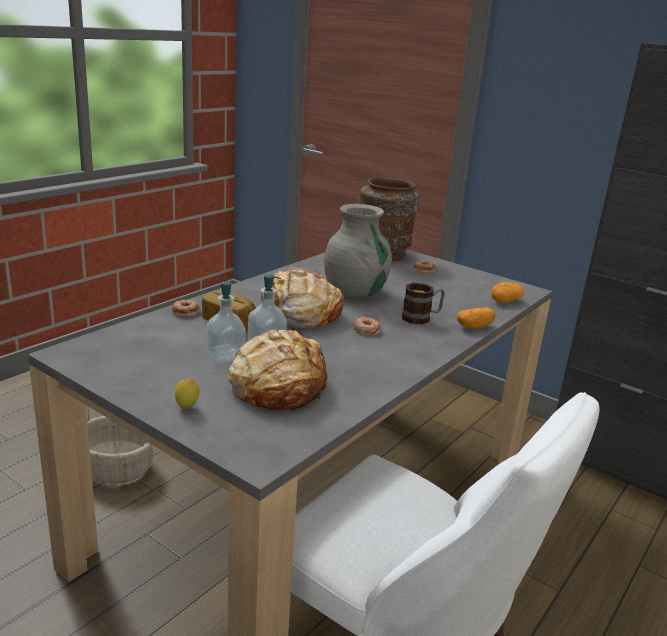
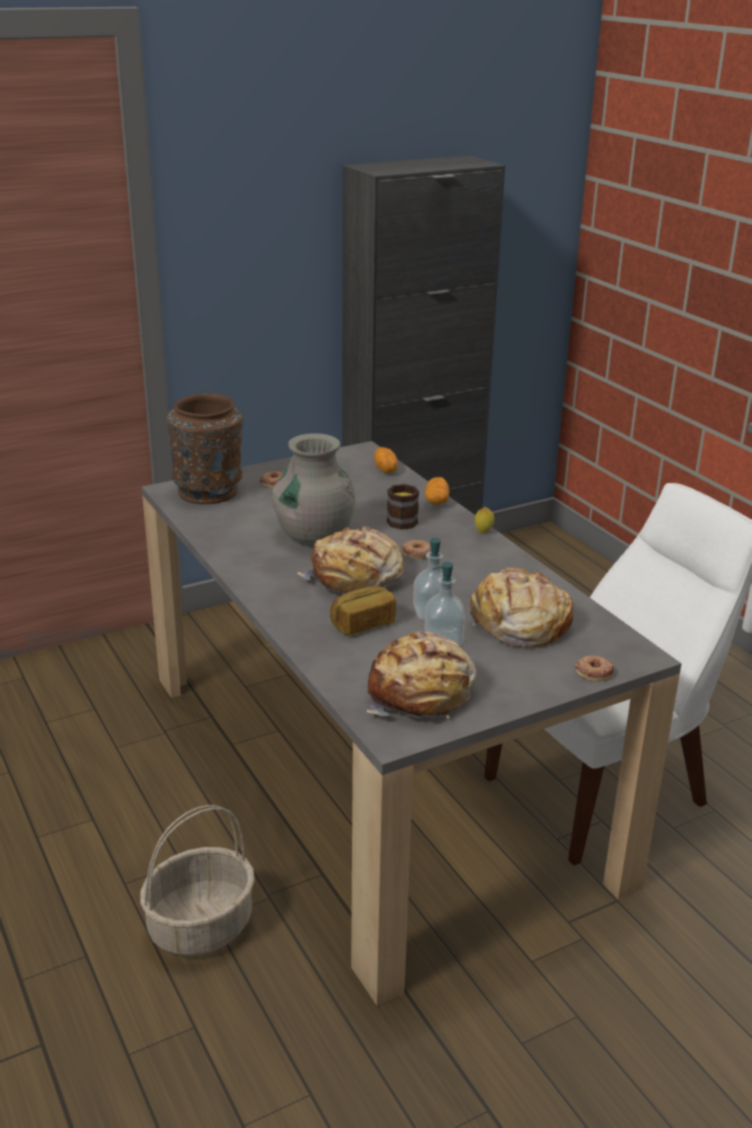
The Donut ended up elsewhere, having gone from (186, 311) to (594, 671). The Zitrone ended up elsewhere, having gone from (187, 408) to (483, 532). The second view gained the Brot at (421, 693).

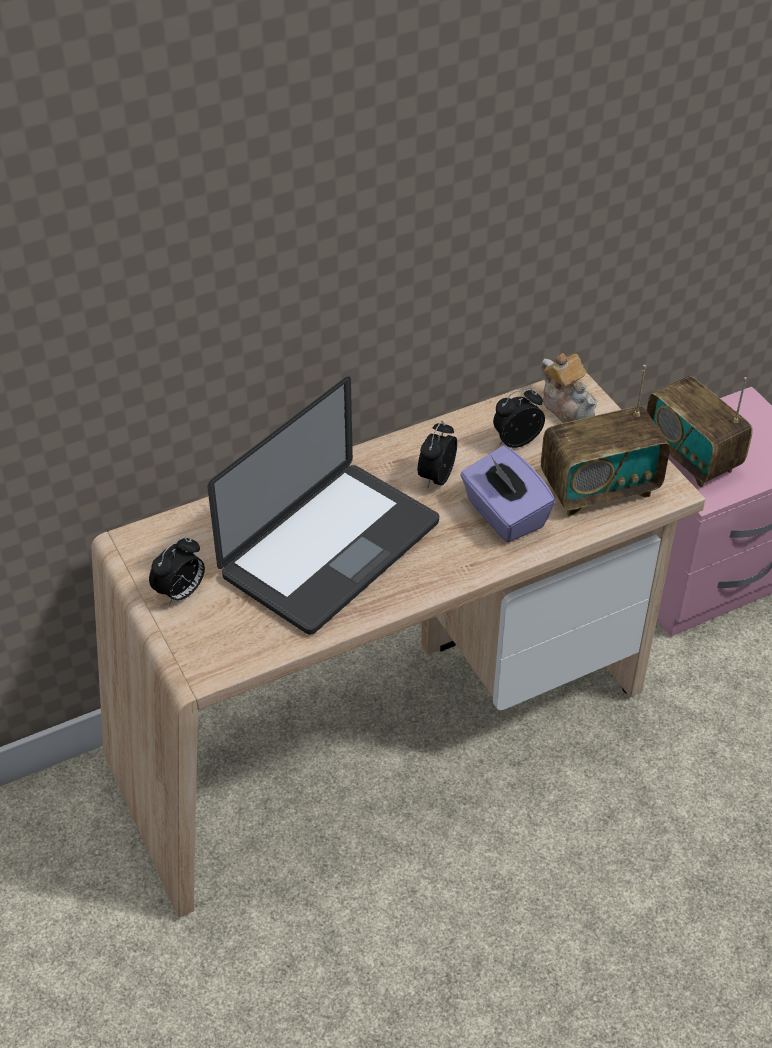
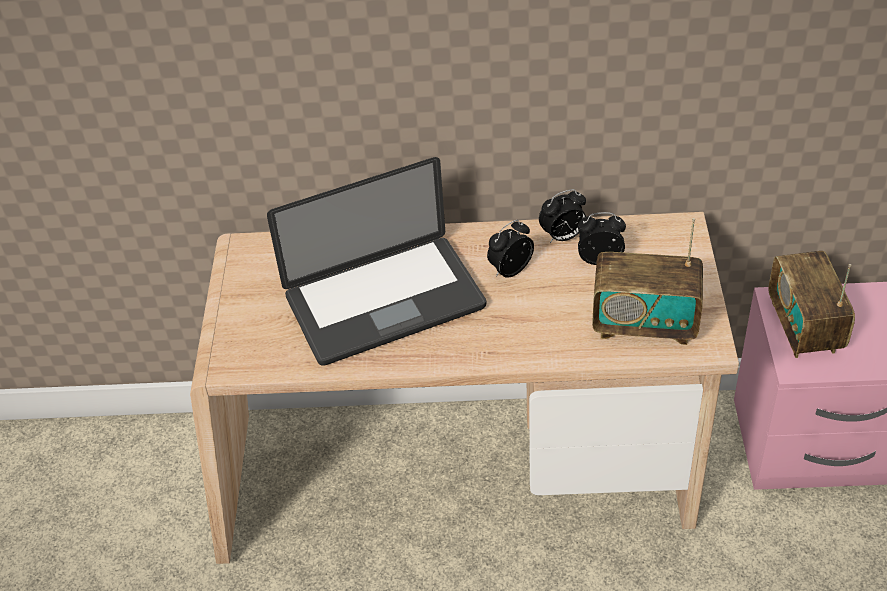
The second view lost the Teekanne at (568, 407). The second view lost the Taschentuchbox (lila) at (504, 515). The Wecker ended up elsewhere, having gone from (180, 593) to (562, 237).

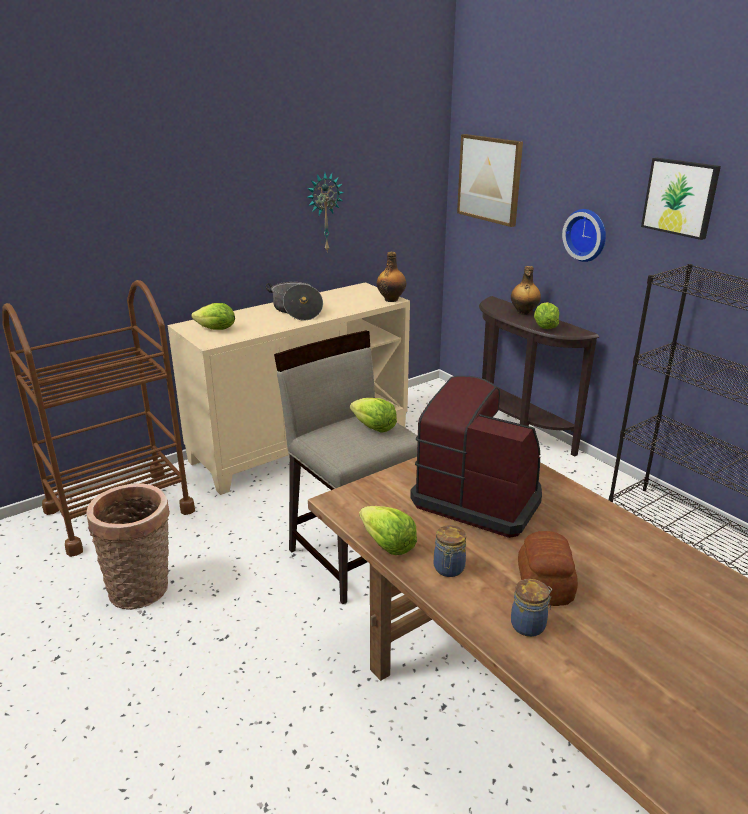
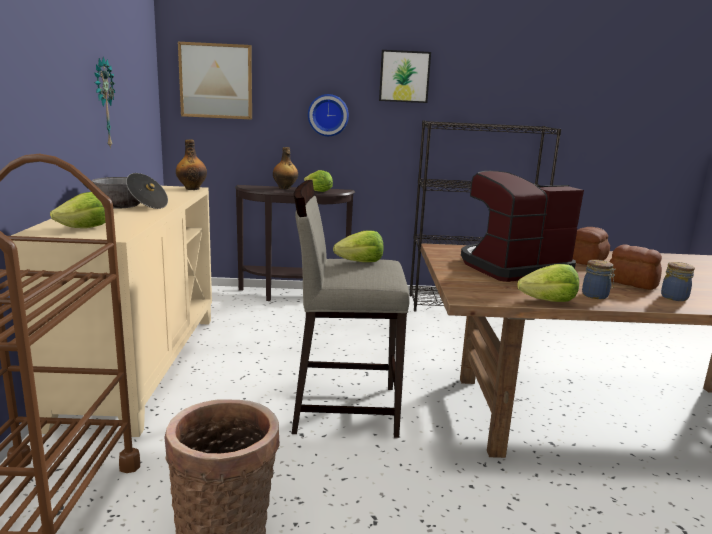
The second view gained the Brot at (584, 260).

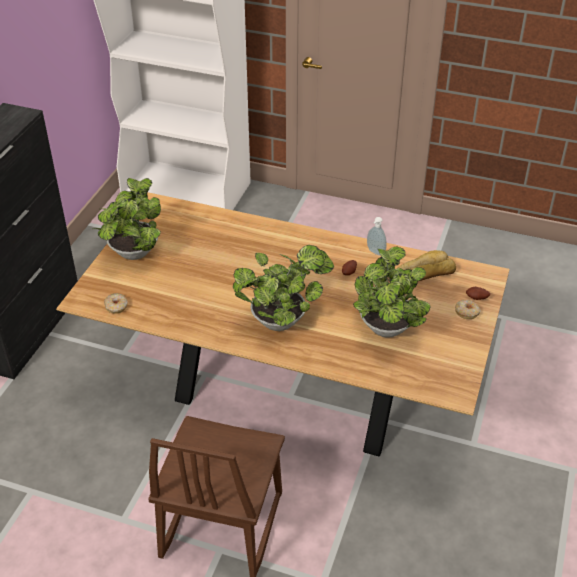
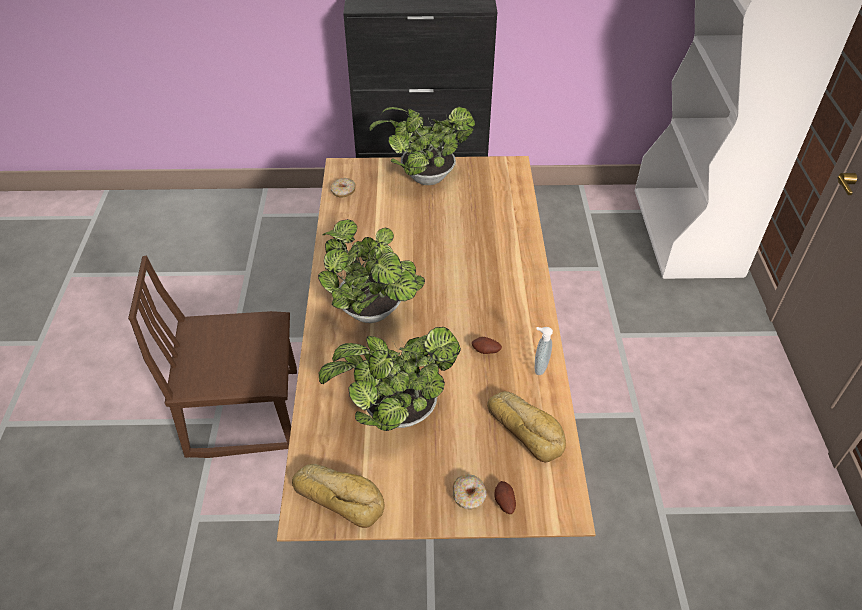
The second view gained the Brot at (339, 496).

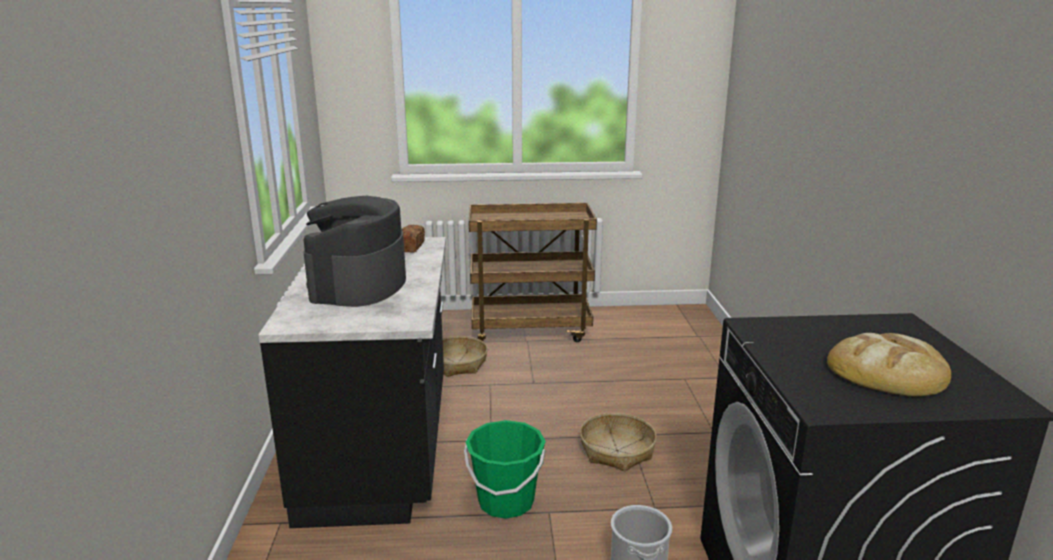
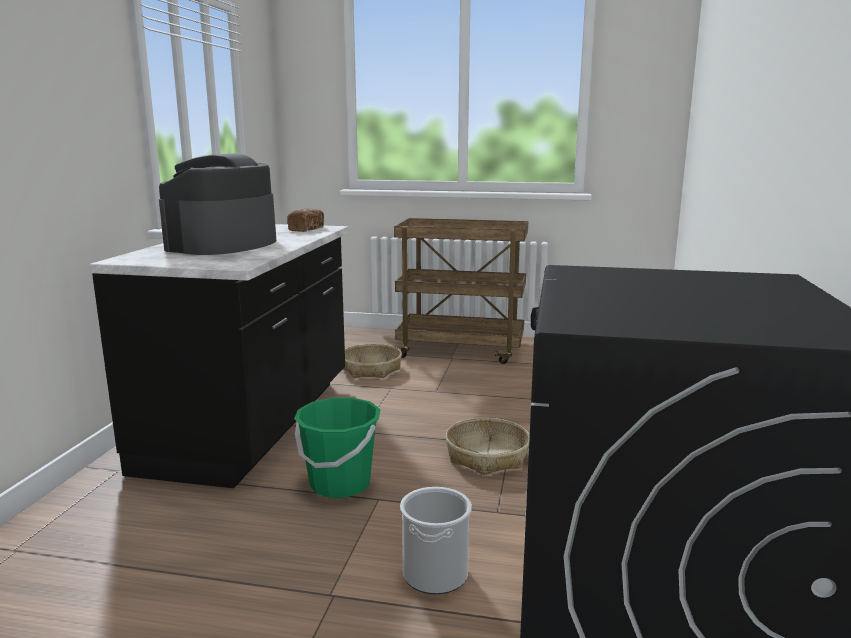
The second view lost the Brot at (887, 372).

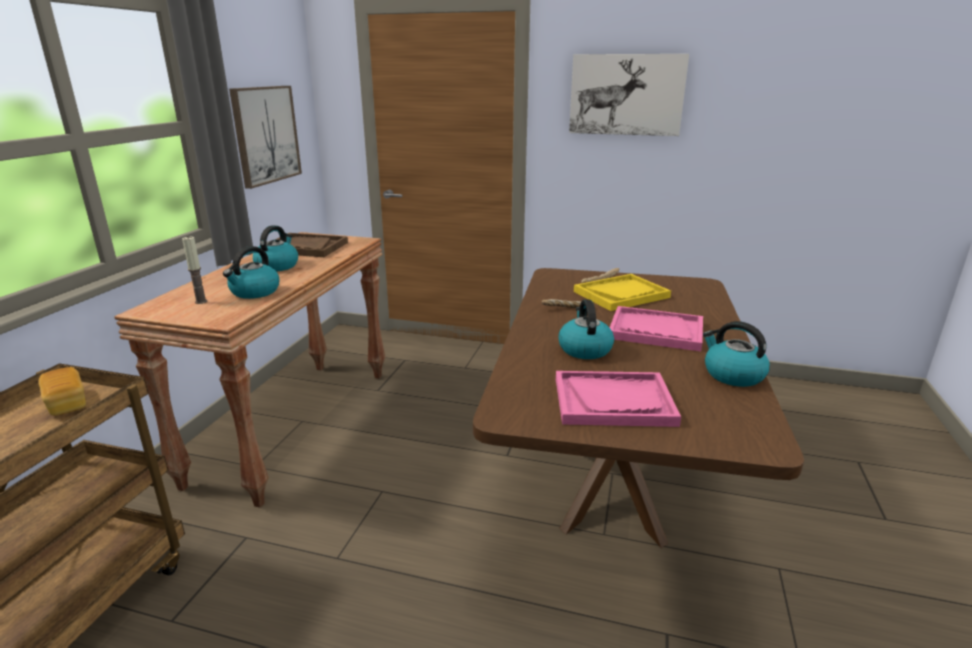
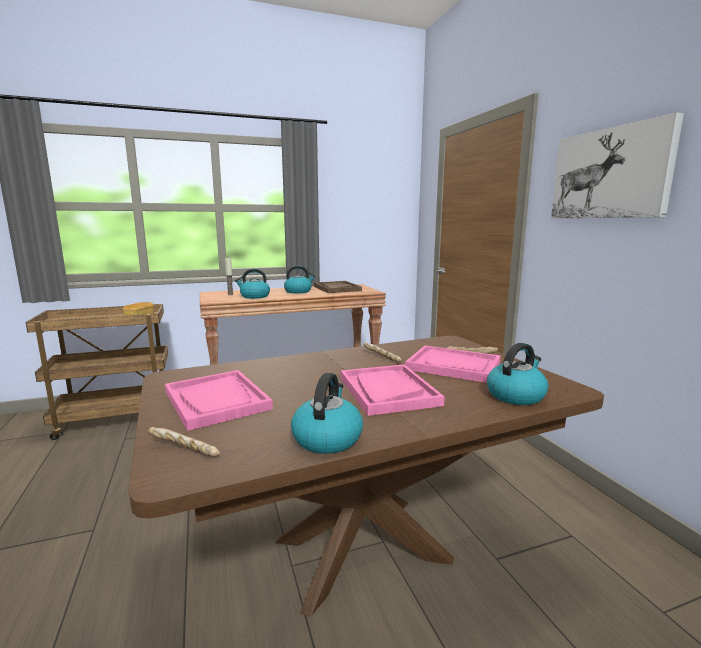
The second view lost the Bild at (266, 135). What was the Tablett (gelb) at (621, 294) turned into the Tablett (rosa) at (453, 366). The Wasserkessel ended up elsewhere, having gone from (584, 349) to (516, 395). The second view gained the Brot at (183, 450).

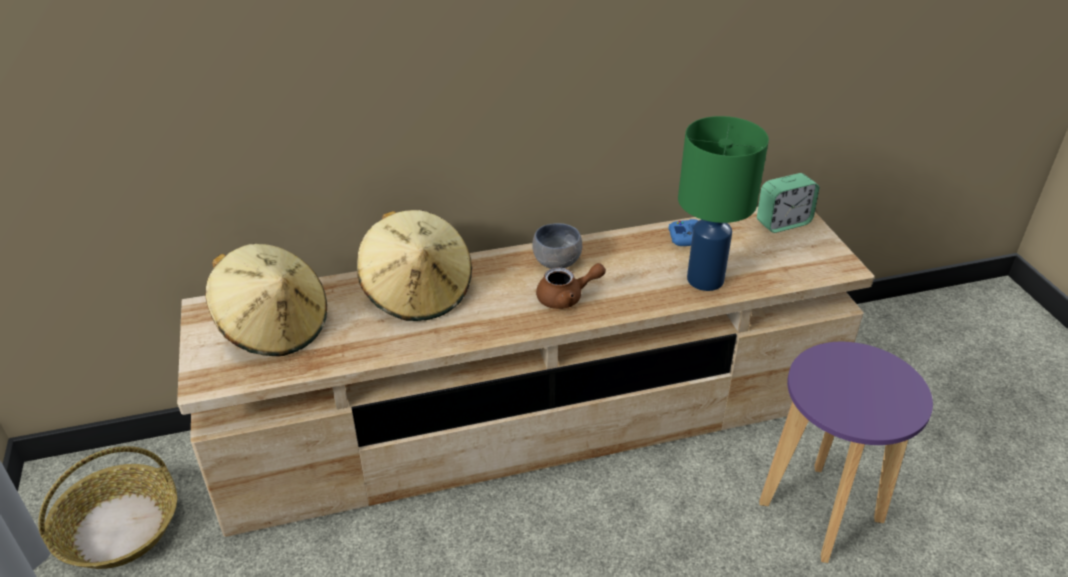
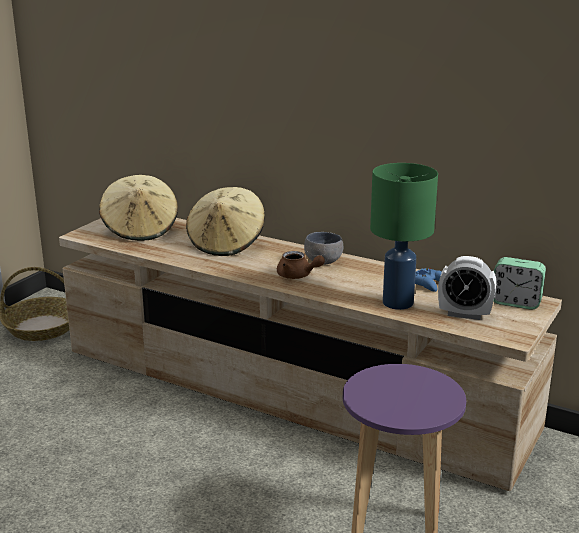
The second view gained the Wecker at (464, 314).

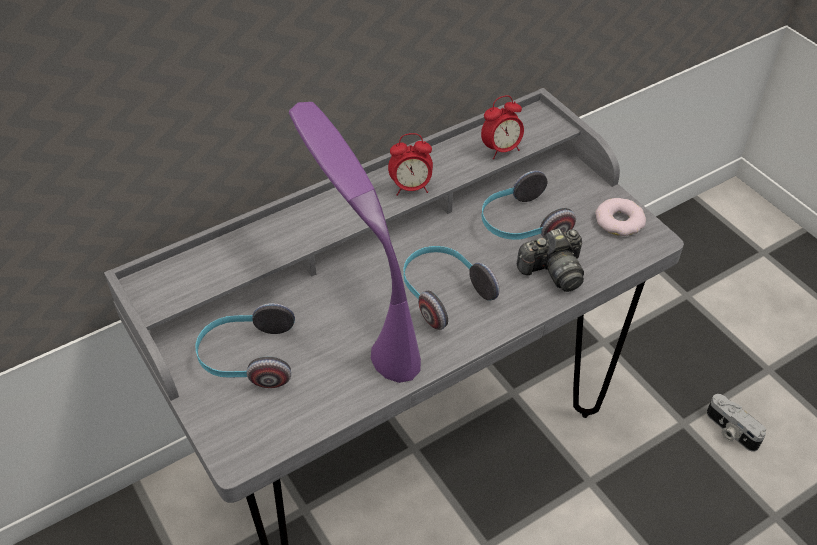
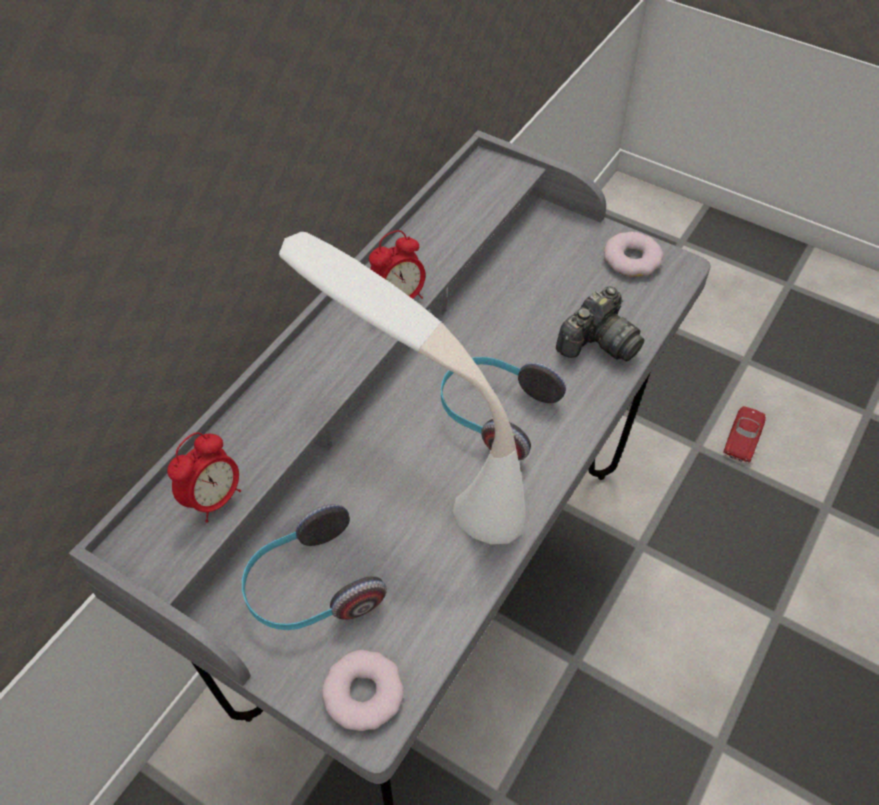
The Wecker ended up elsewhere, having gone from (501, 149) to (214, 499). What was the Tischlampe (lila) at (360, 315) turned into the Tischlampe (weiß) at (415, 476). The second view lost the Kopfhörer at (521, 224). Where the Kamera stood at (730, 431), the Spielzeugauto (rot) came to stand at (743, 437). The second view gained the Donut at (363, 693).

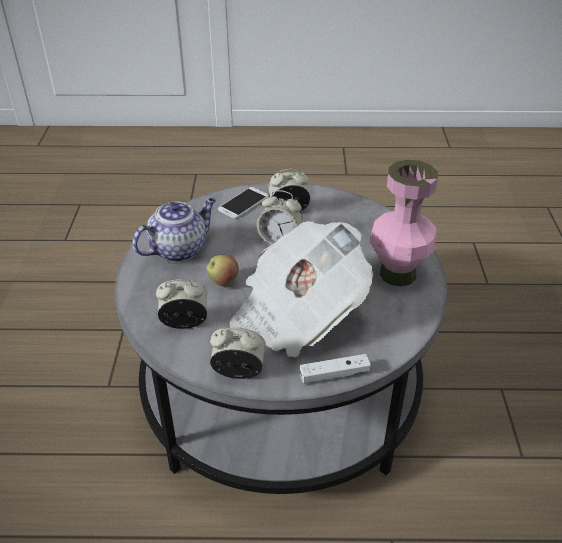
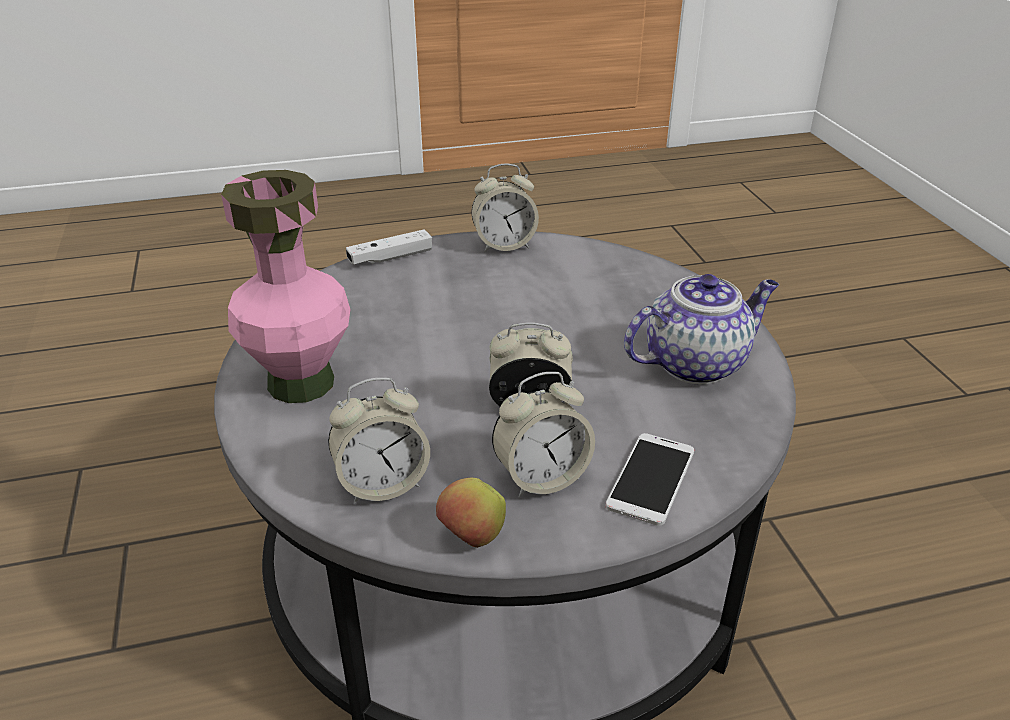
The Teekanne at (179, 249) ended up facing another way, 150 degrees counterclockwise from before. The second view lost the Zeitung at (297, 314). The Apfel ended up elsewhere, having gone from (223, 282) to (472, 537). The Wecker ended up elsewhere, having gone from (185, 323) to (382, 484).

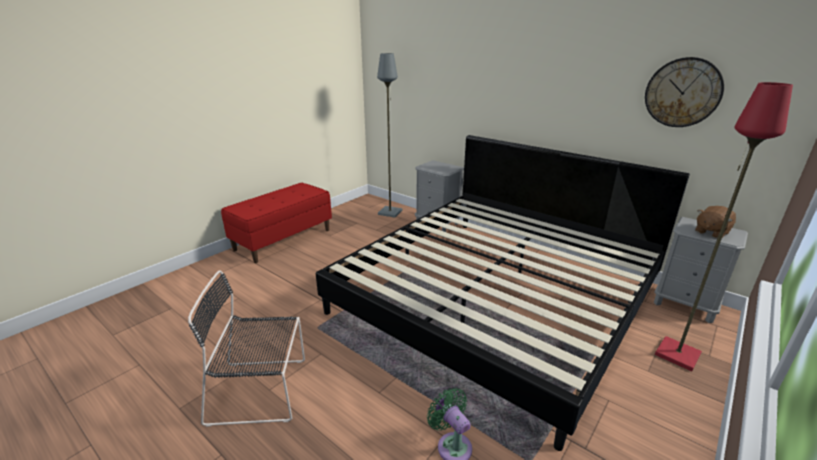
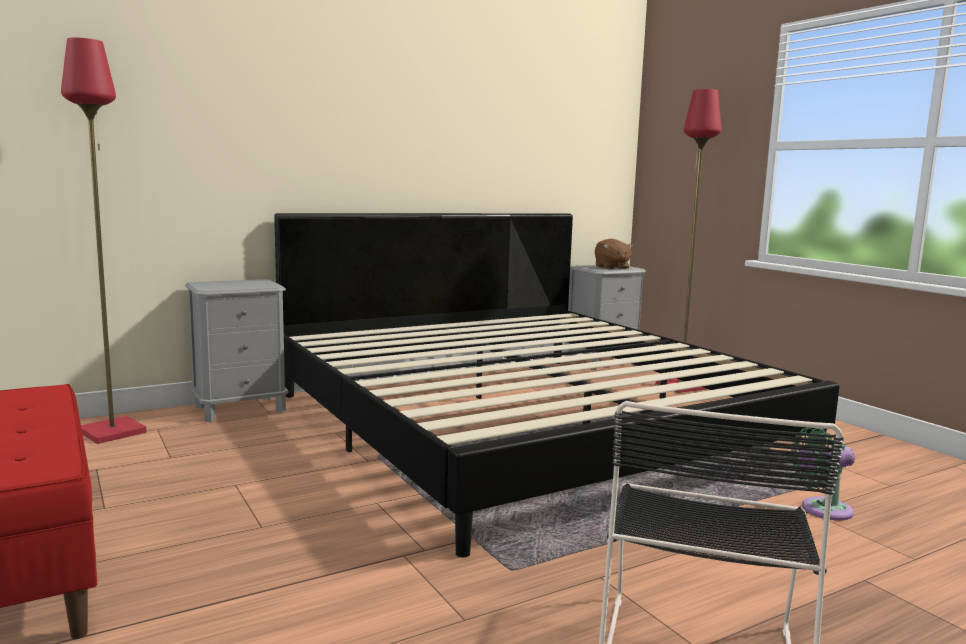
What was the Stehlampe (grau) at (390, 212) turned into the Stehlampe (rot) at (112, 432). The second view lost the Wanduhr at (682, 92).

